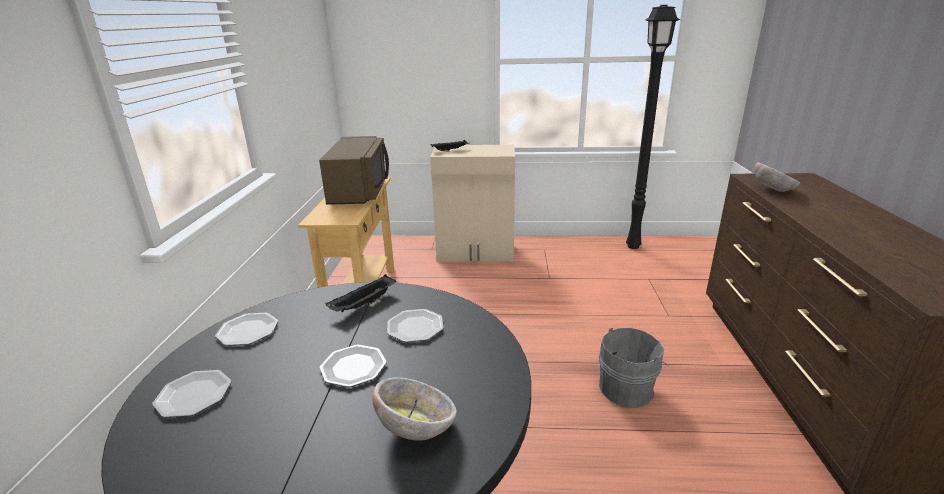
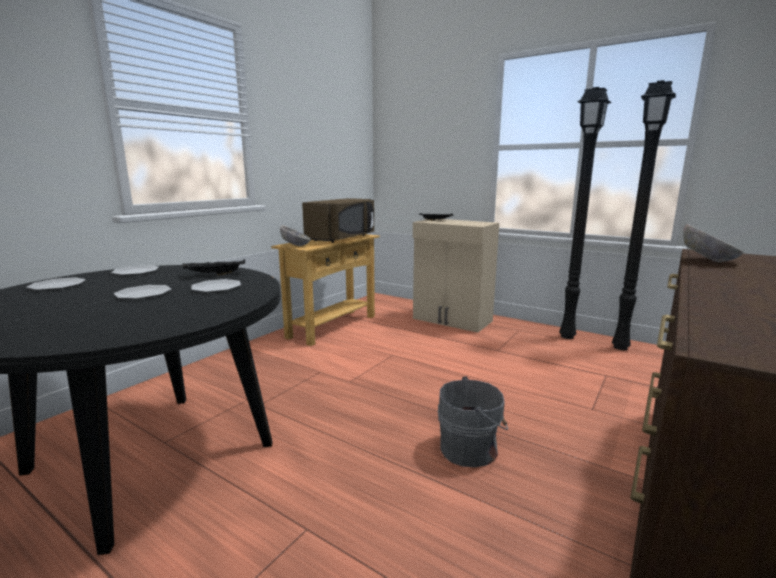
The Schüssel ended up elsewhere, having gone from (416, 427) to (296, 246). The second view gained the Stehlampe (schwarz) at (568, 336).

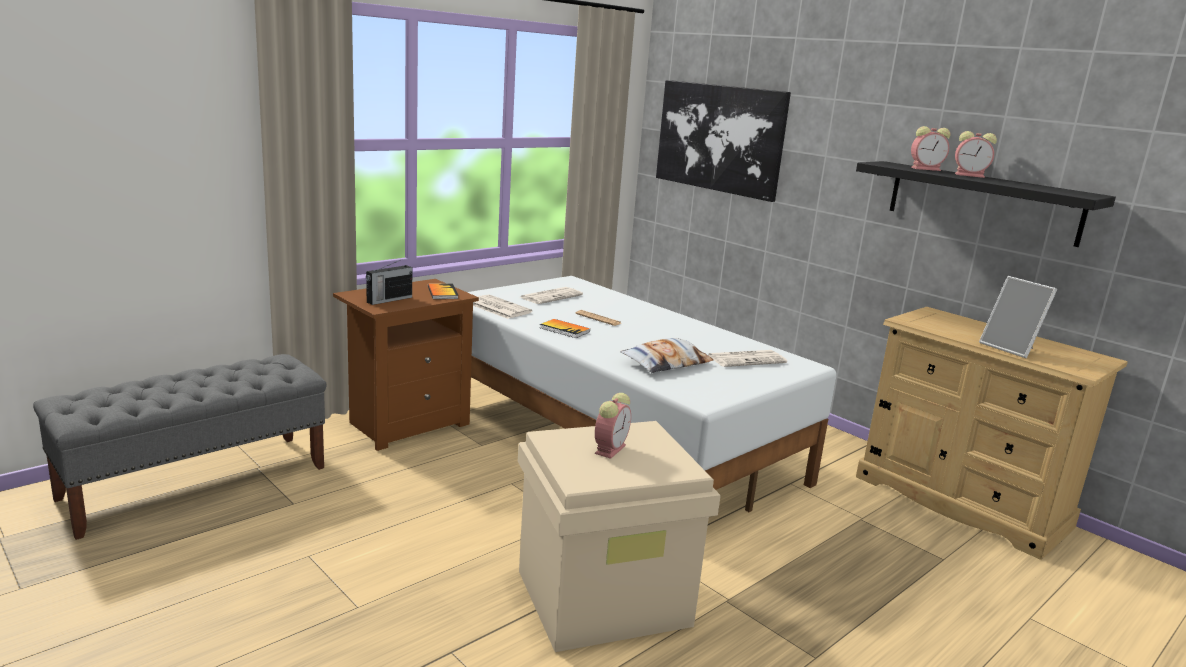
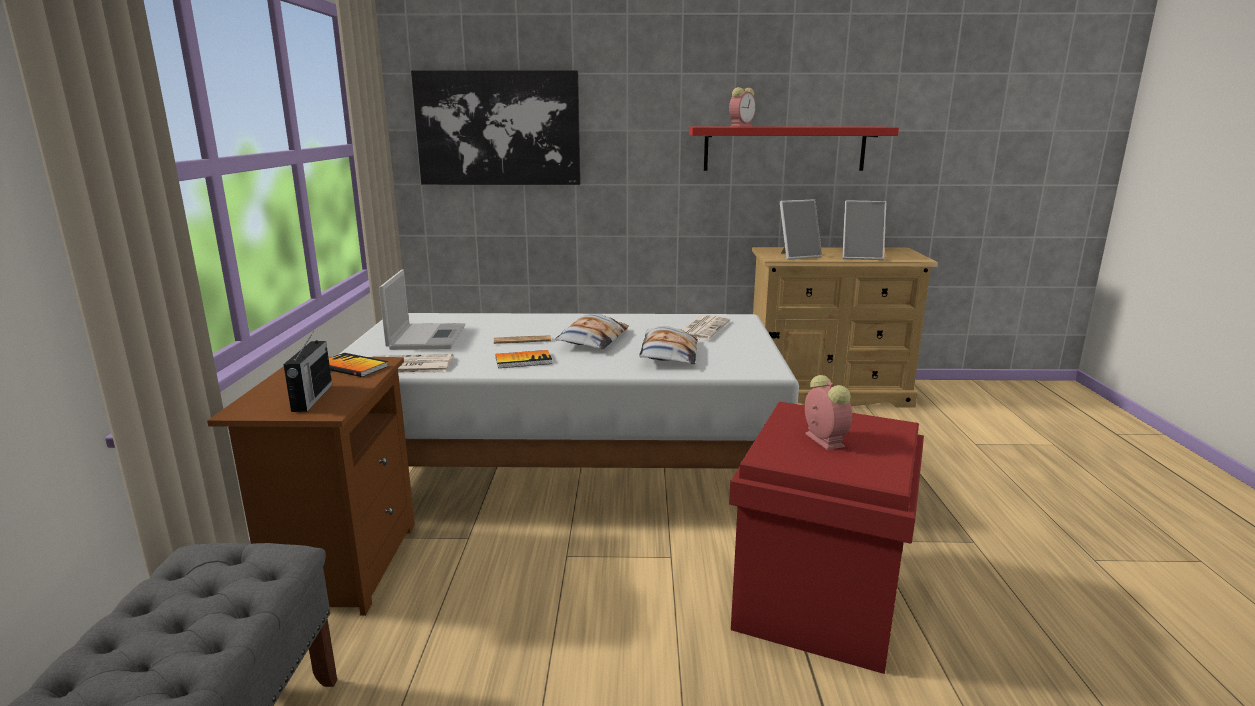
The second view lost the Wecker at (971, 175). What was the Wandregal (schwarz) at (982, 202) turned into the Wandregal (rot) at (784, 148). Where the Zeitung stood at (551, 296), the Laptop came to stand at (427, 337). What was the Aufbewahrungsbox (beige) at (604, 597) turned into the Aufbewahrungsbox (rot) at (818, 599). The second view gained the Bilderrahmen at (797, 256). The second view gained the Kissen at (593, 339).

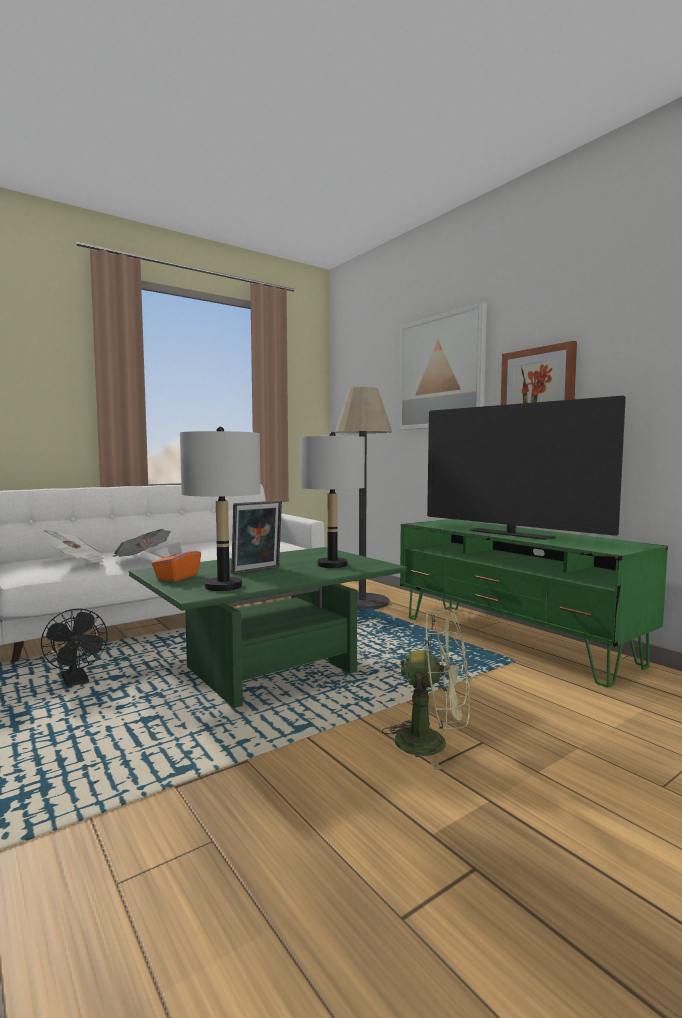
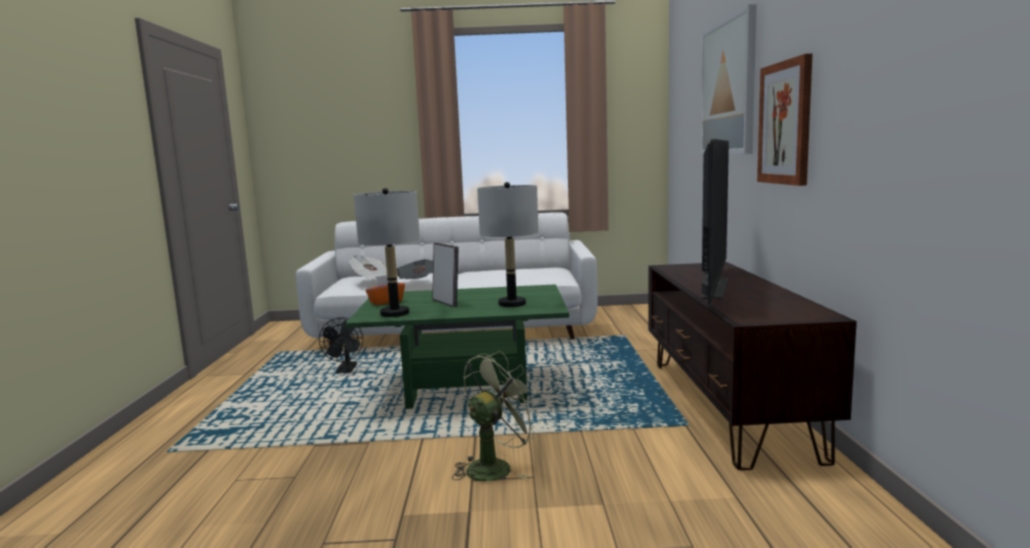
The second view lost the Stehlampe at (362, 602). The Fernseher at (510, 534) ended up facing another way, 150 degrees counterclockwise from before. The Bilderrahmen at (257, 571) ended up facing another way, 120 degrees counterclockwise from before. What was the Fernsehschrank (grün) at (512, 640) turned into the Fernsehschrank (braun) at (727, 405). The Ventilator (grün) at (433, 743) ended up facing another way, 90 degrees counterclockwise from before.

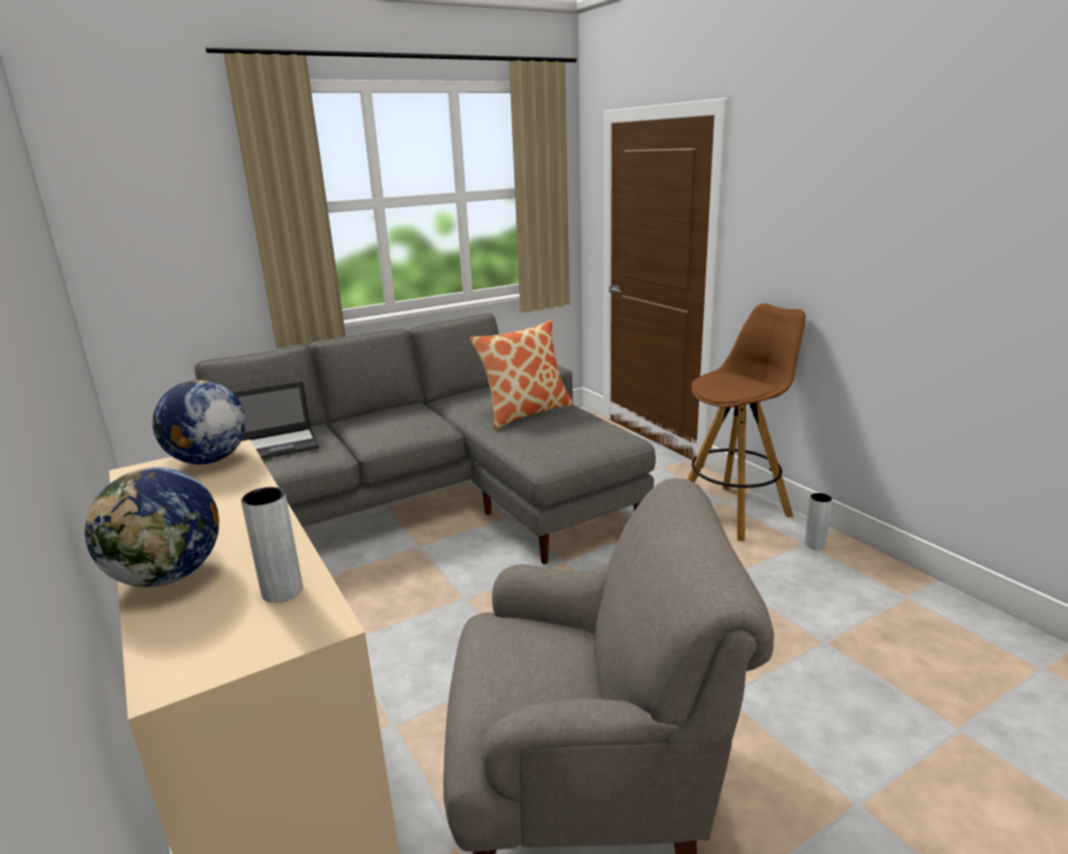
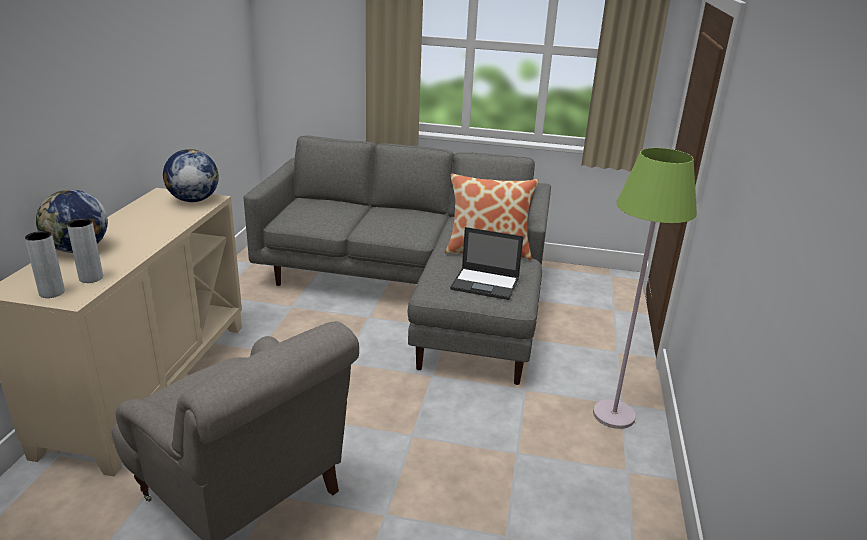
Where the Hocker (braun) stood at (734, 511), the Stehlampe (grün) came to stand at (614, 415). The Laptop ended up elsewhere, having gone from (281, 445) to (486, 284). The Vase (grau) ended up elsewhere, having gone from (815, 544) to (52, 293).

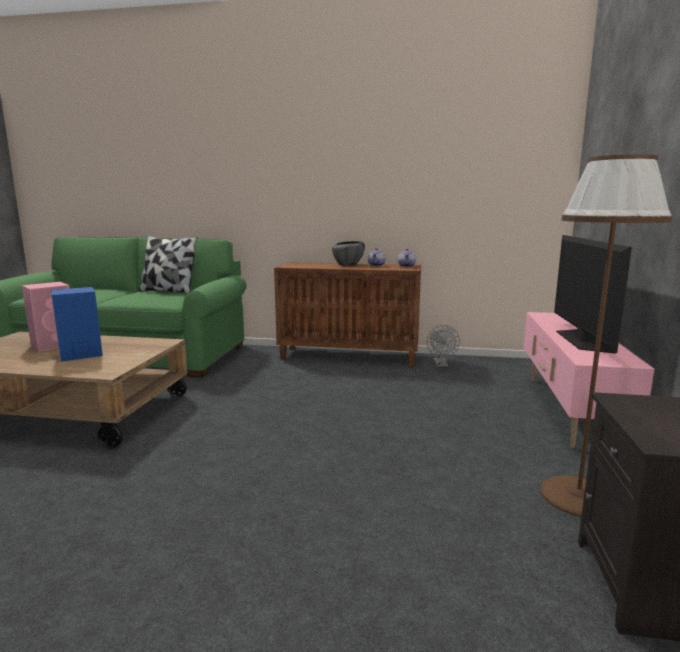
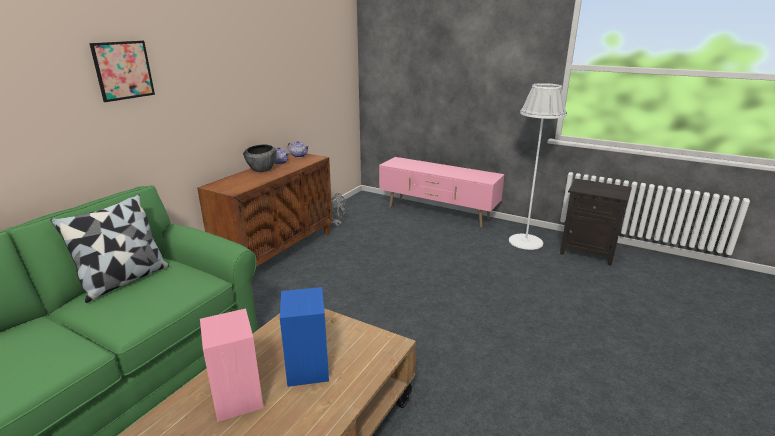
What was the Stehlampe (braun) at (577, 496) turned into the Stehlampe (weiß) at (525, 242). The second view lost the Fernseher at (582, 340). The second view gained the Bild at (123, 70).

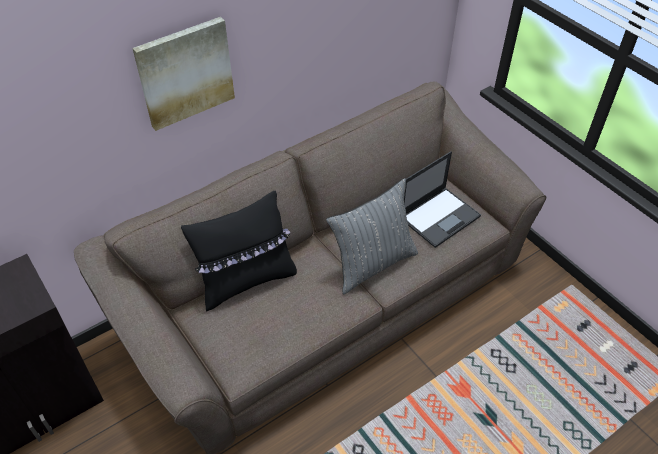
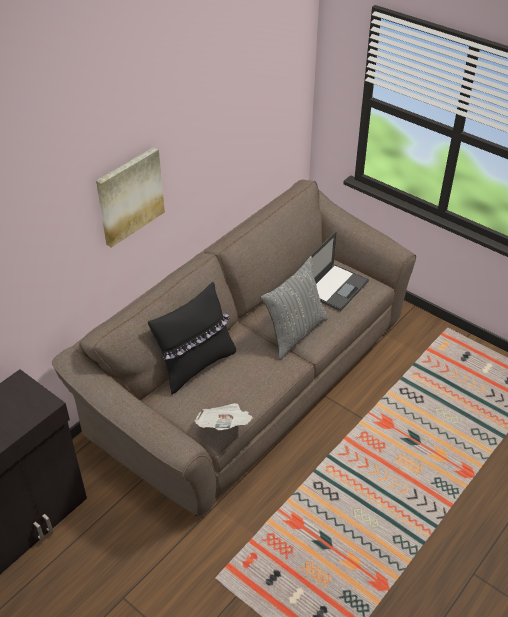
The second view gained the Zeitung at (225, 426).

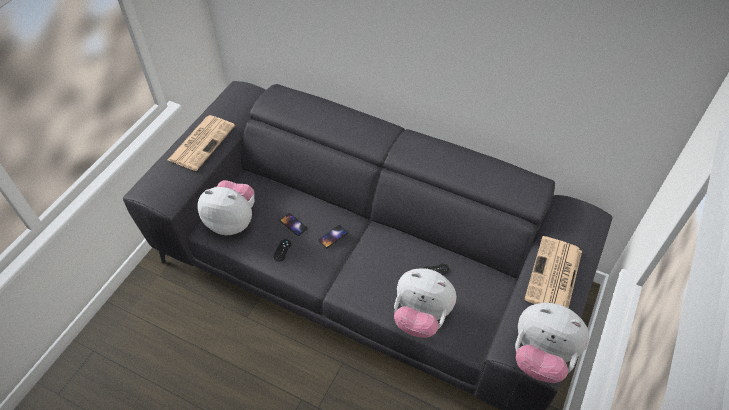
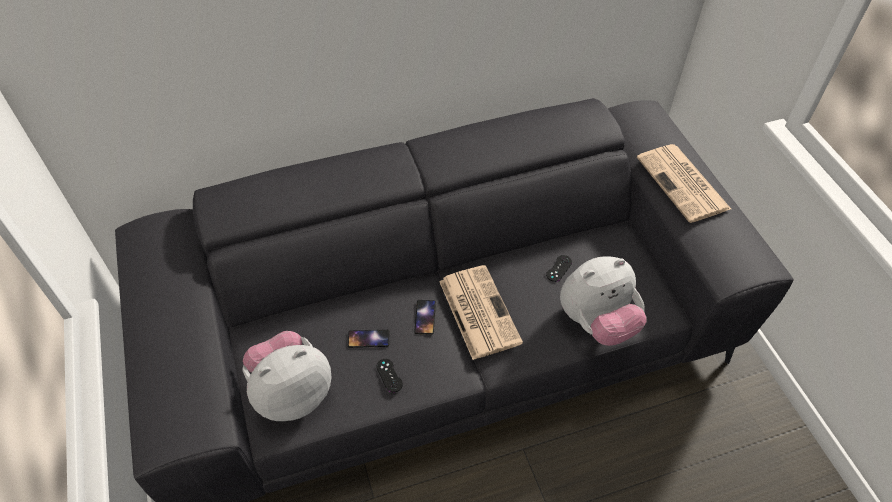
The Zeitung ended up elsewhere, having gone from (202, 142) to (478, 311). The second view lost the Plüschtier at (541, 356).

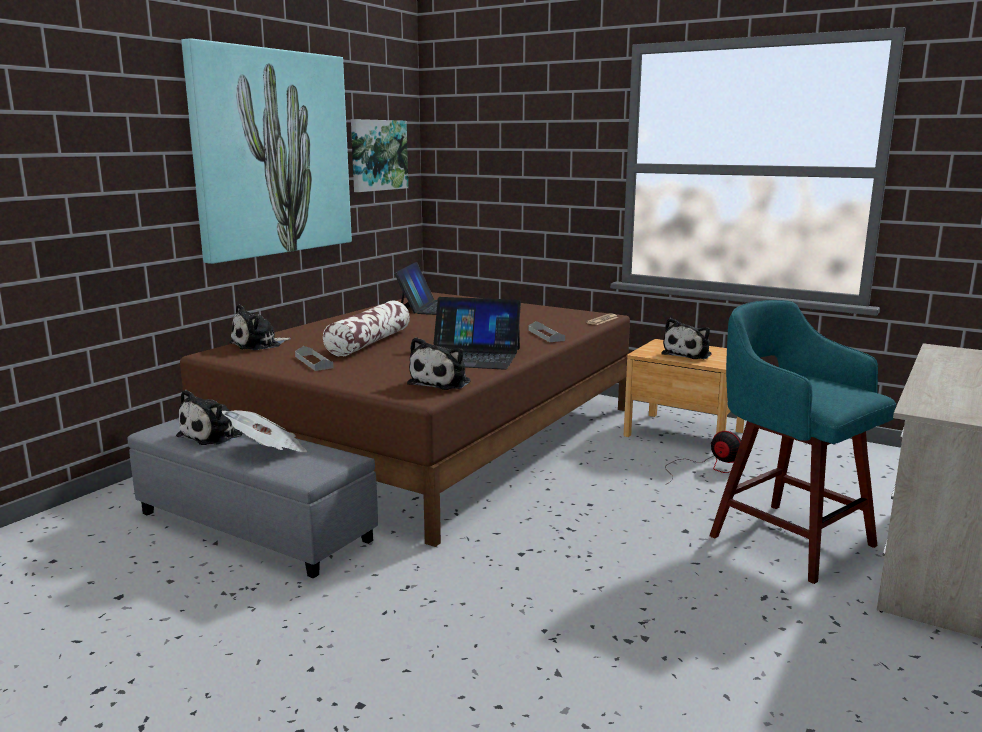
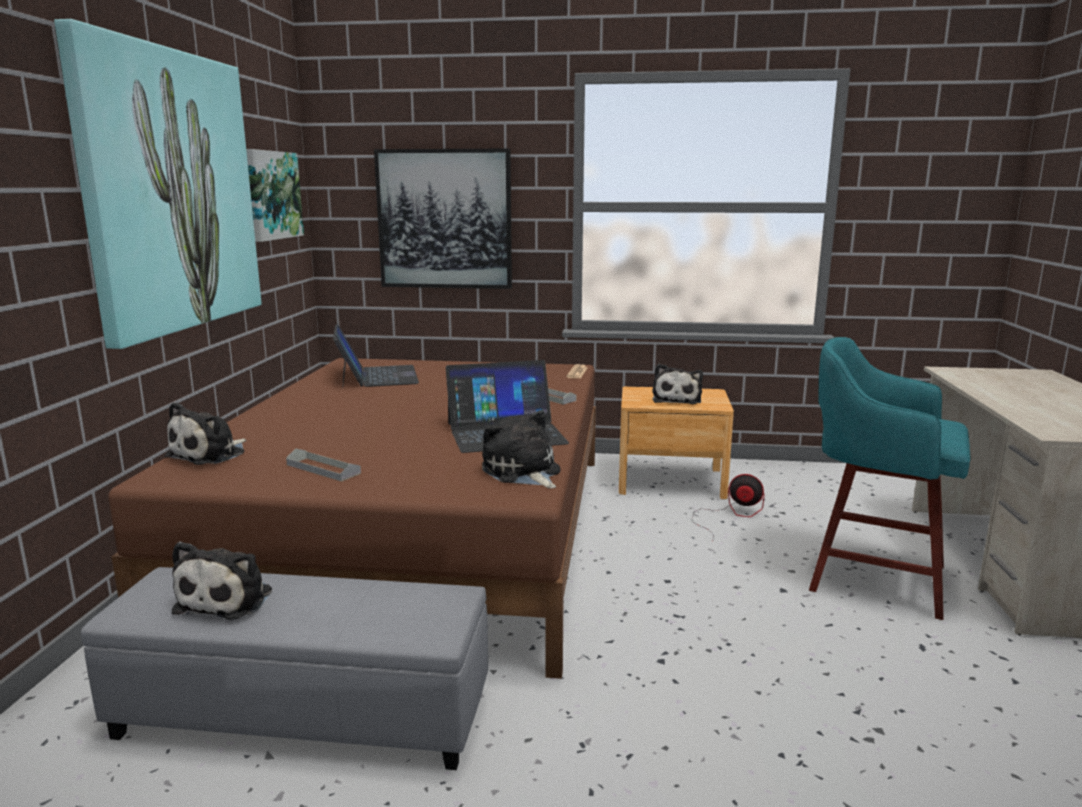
The second view lost the Kissen at (369, 342). The Plüschtier at (442, 382) ended up facing another way, 150 degrees clockwise from before. The second view lost the Zeitung at (268, 451). The second view gained the Bild at (444, 219).

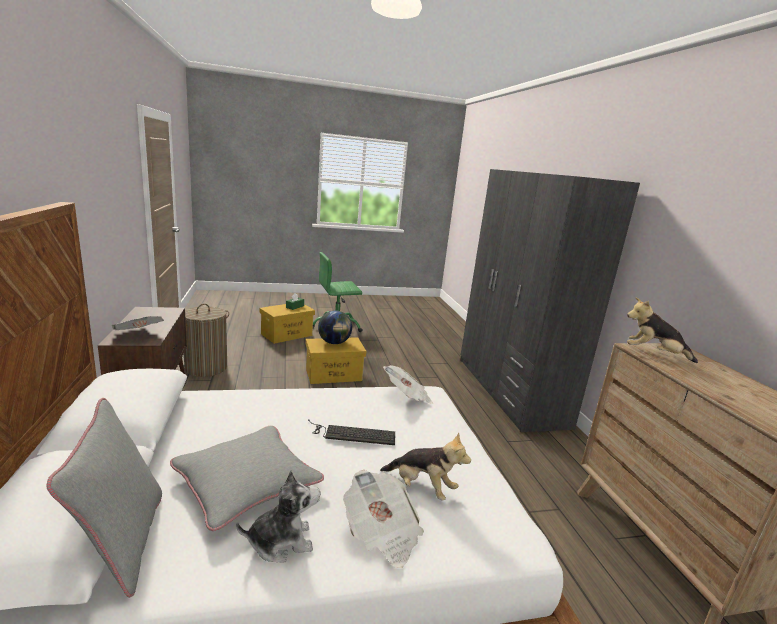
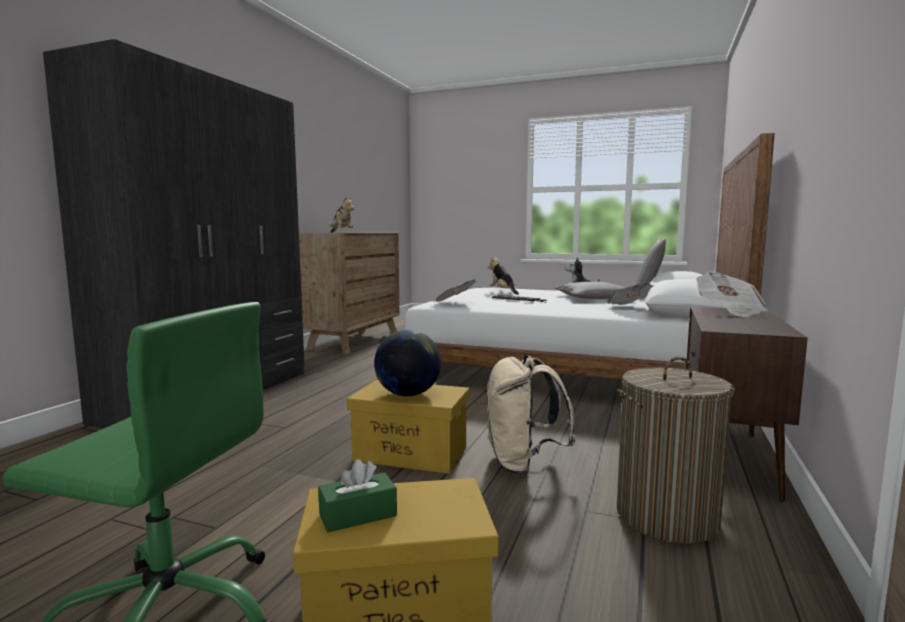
The Zeitung ended up elsewhere, having gone from (382, 533) to (630, 307). The second view gained the Rucksack (beige) at (523, 464).

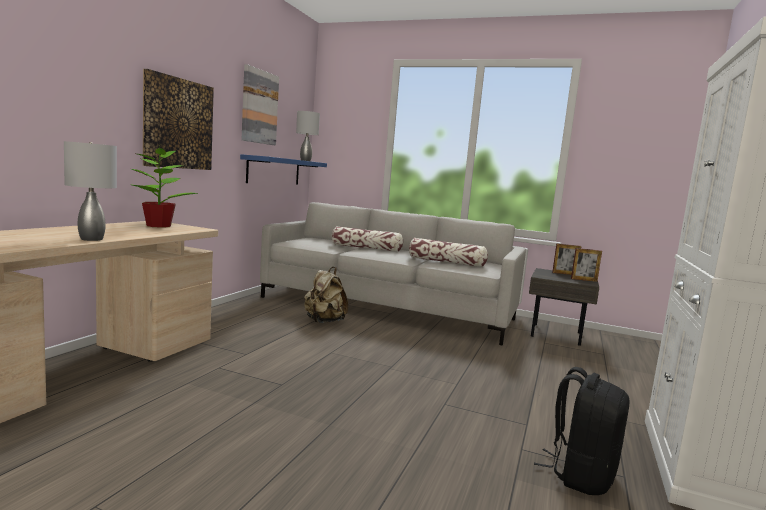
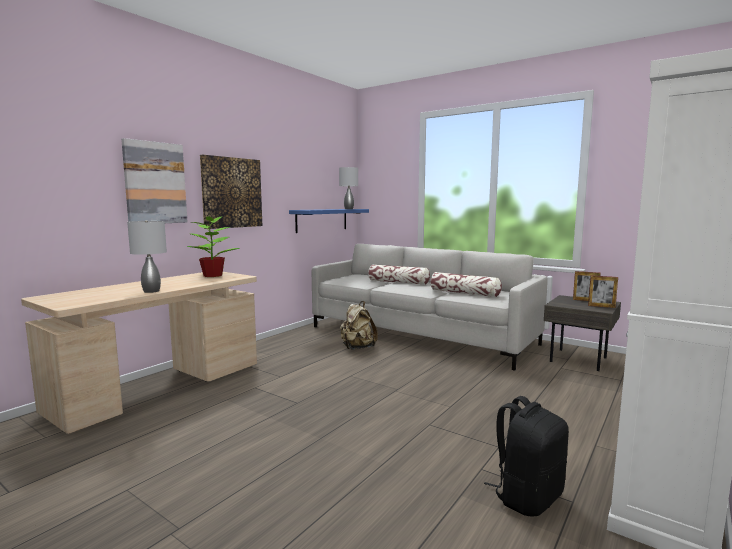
The Bild ended up elsewhere, having gone from (259, 107) to (155, 183).

